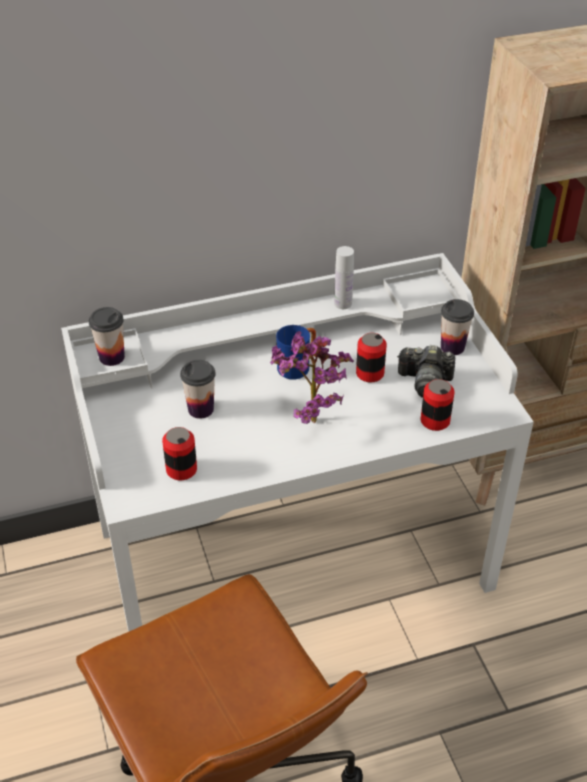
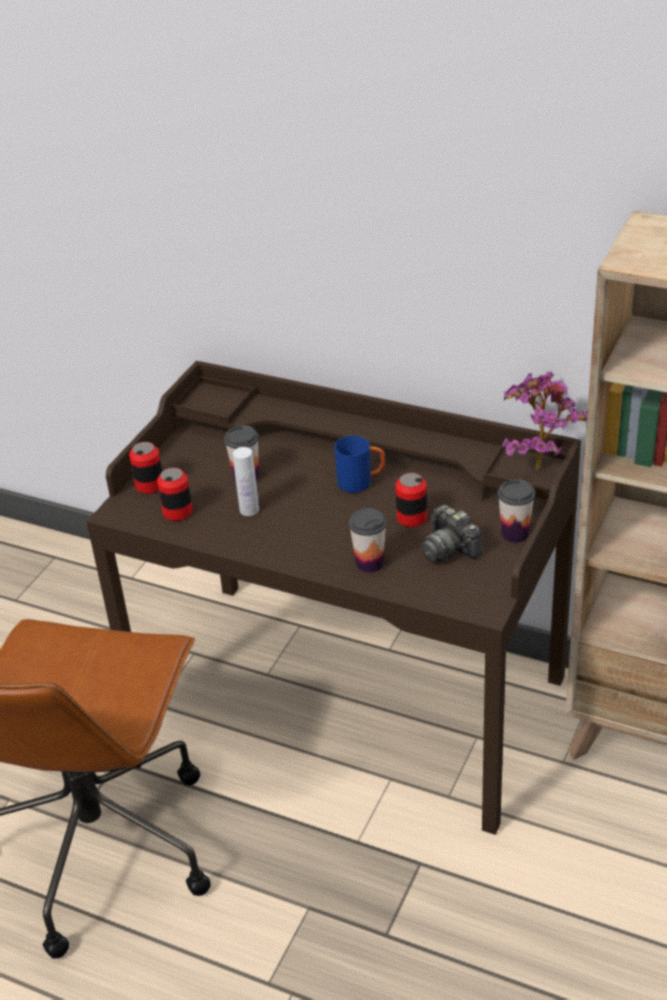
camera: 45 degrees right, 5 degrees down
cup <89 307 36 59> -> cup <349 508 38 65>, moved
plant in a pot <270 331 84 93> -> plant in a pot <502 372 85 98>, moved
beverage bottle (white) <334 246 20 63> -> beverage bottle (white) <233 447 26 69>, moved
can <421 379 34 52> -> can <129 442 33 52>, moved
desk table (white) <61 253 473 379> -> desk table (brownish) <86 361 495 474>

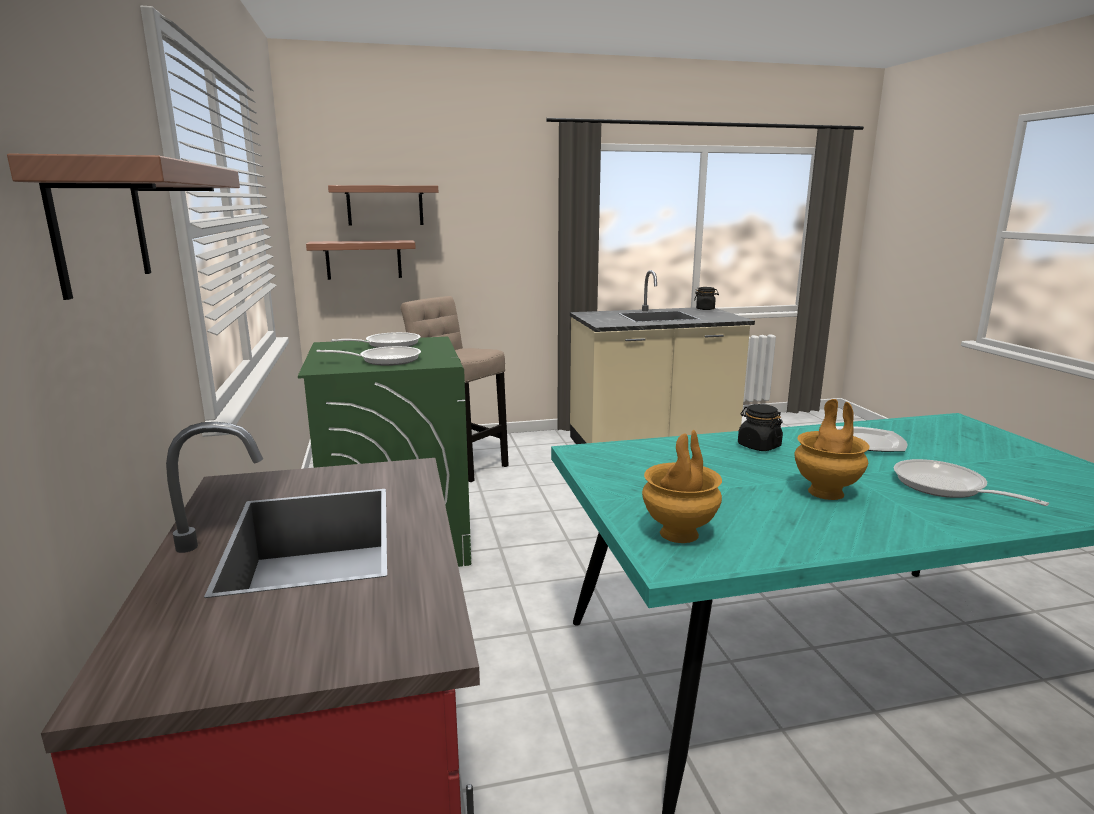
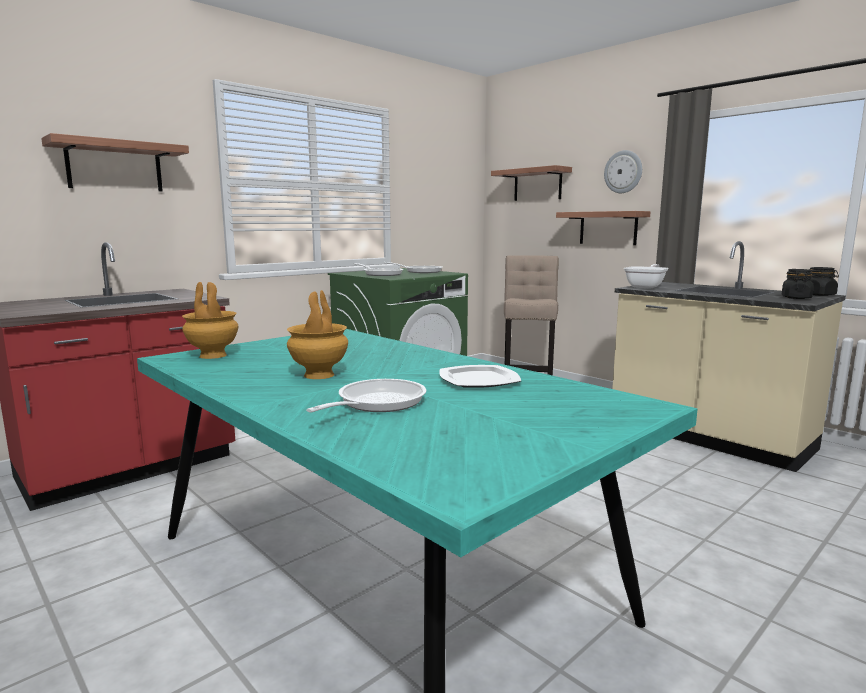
camera: 60 degrees right, 5 degrees down
none -> wall clock <604 150 38 43>
none -> pan <624 264 44 24>
bracket shelf <306 240 110 40> -> bracket shelf <556 211 94 34>, moved
jar (black-coloured) <738 404 45 47> -> jar (black-coloured) <782 269 31 30>, moved

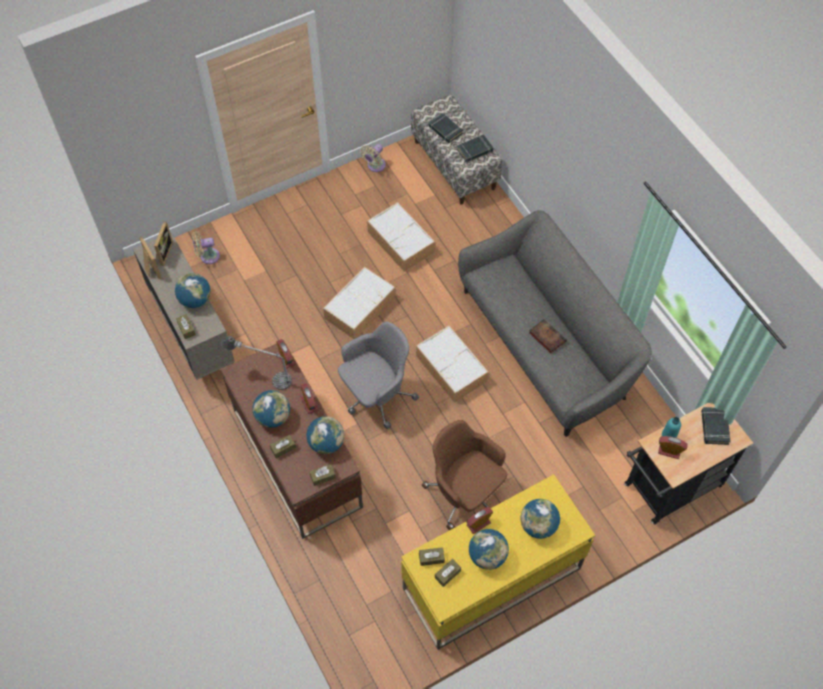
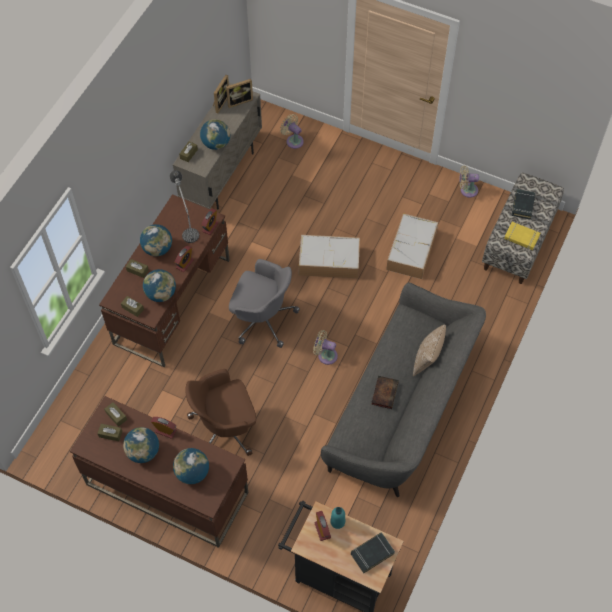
camera: 55 degrees right, 0 degrees up
none -> cushion <413 324 33 52>
storage box <416 326 73 77> -> electric fan (sand-coloured) <313 330 25 35>
desk table (yellowish) <401 474 194 176> -> desk table (brownish) <70 396 178 152>
volume (black-coloured) <457 135 36 27> -> volume (yellowish) <504 222 36 28>
desk chair (brownish) <422 420 85 110> -> desk chair (brownish) <185 369 71 87>, 120 degrees counterclockwise

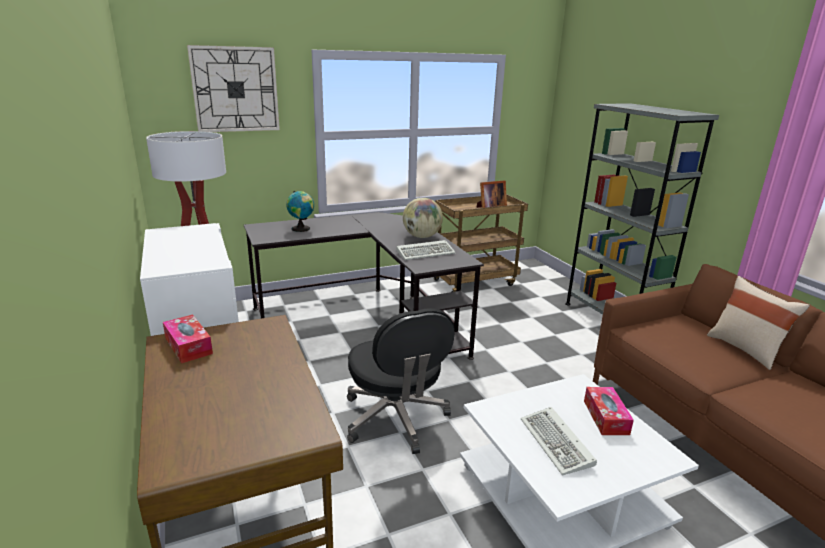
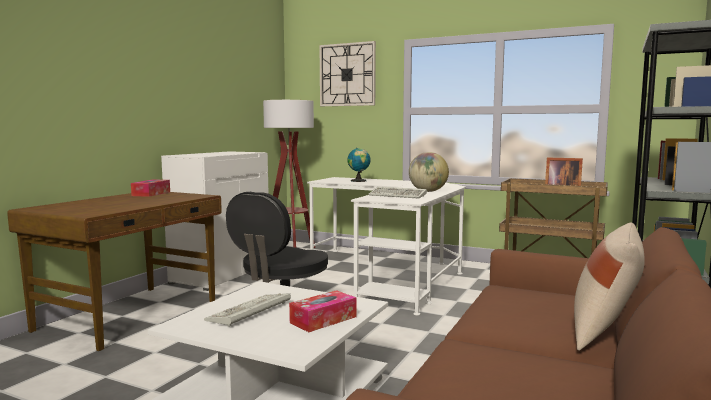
camera: 50 degrees right, 15 degrees down
desk table (black-coloured) <244 212 240 148> -> desk table (white) <307 177 159 138>

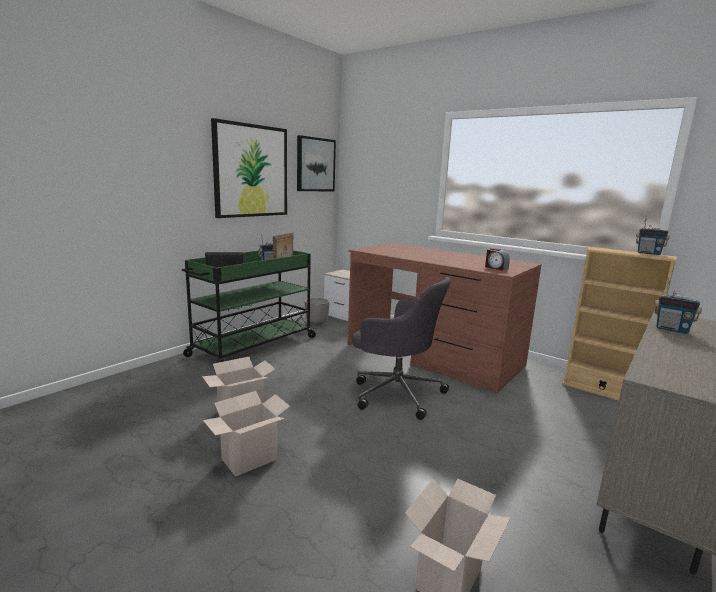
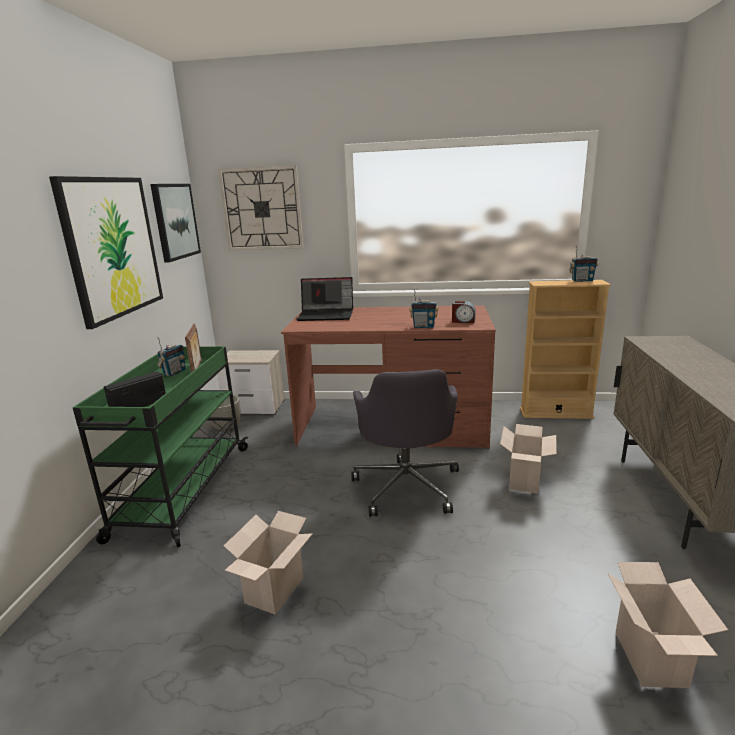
camera: 30 degrees left, 5 degrees up
none -> wall clock <218 166 86 84>
none -> laptop <296 277 57 44>
packing box <203 391 87 86> -> packing box <500 424 56 70>, moved
radio set <654 277 48 57> -> radio set <409 290 29 38>, moved
desk chair (greyish) <352 277 99 143> -> desk chair (greyish) <351 369 108 148>, 90 degrees clockwise

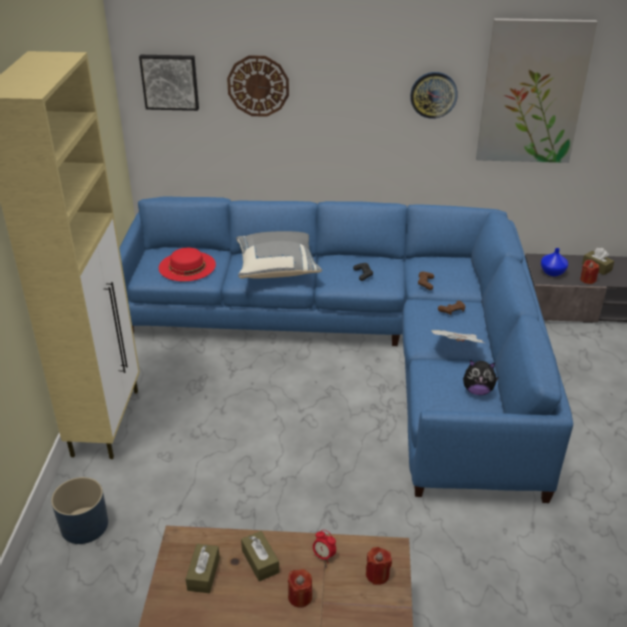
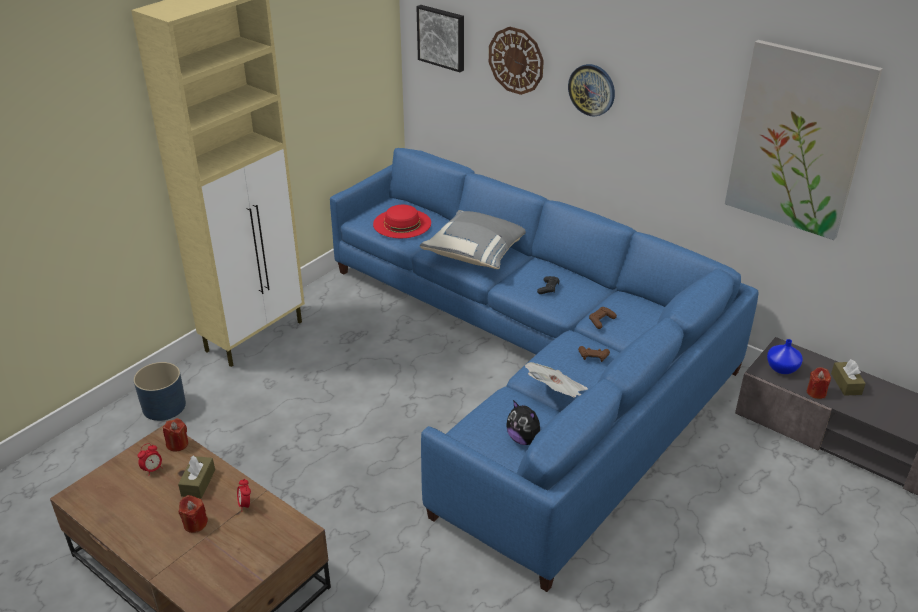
camera: 35 degrees right, 0 degrees up
candle (red) <366 547 26 38> -> candle (red) <163 418 25 34>, moved
wall clock <410 72 48 47> -> wall clock <568 64 47 52>, moved
box of tissues (brownish) <186 544 34 49> -> alarm clock <138 443 25 33>

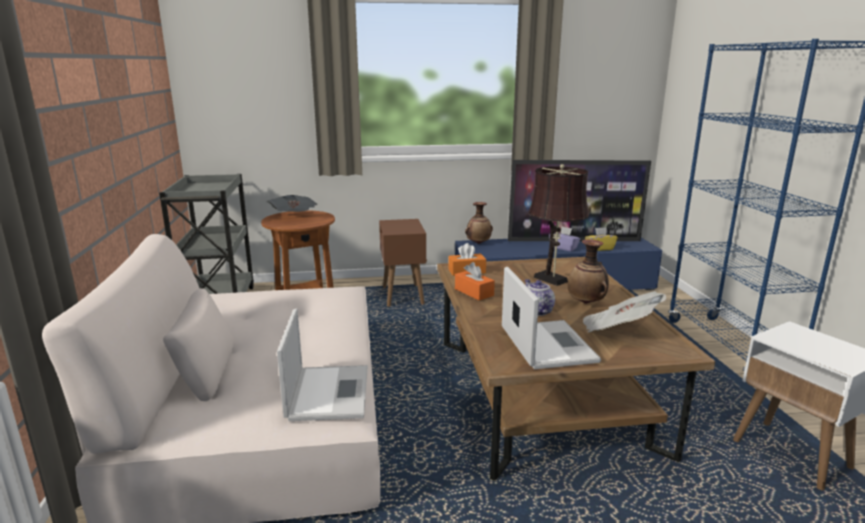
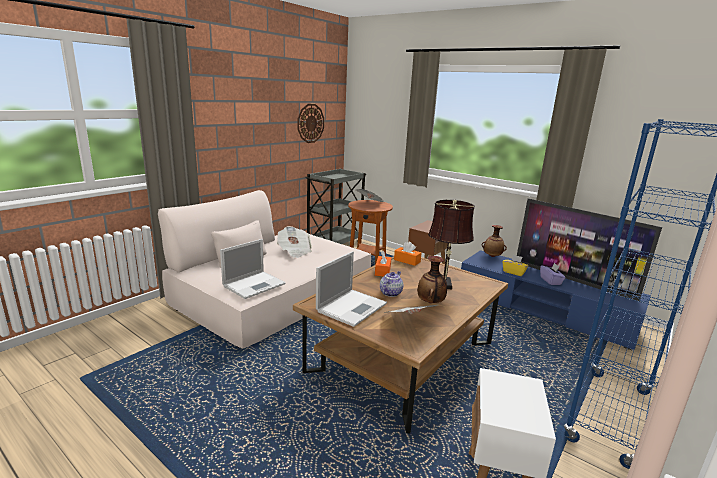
camera: 45 degrees right, 0 degrees up
none -> newspaper <277 226 35 32>
none -> wall clock <297 104 27 39>
box of tissues (yellowish) <585 227 33 24> -> box of tissues (yellowish) <503 255 25 21>, moved

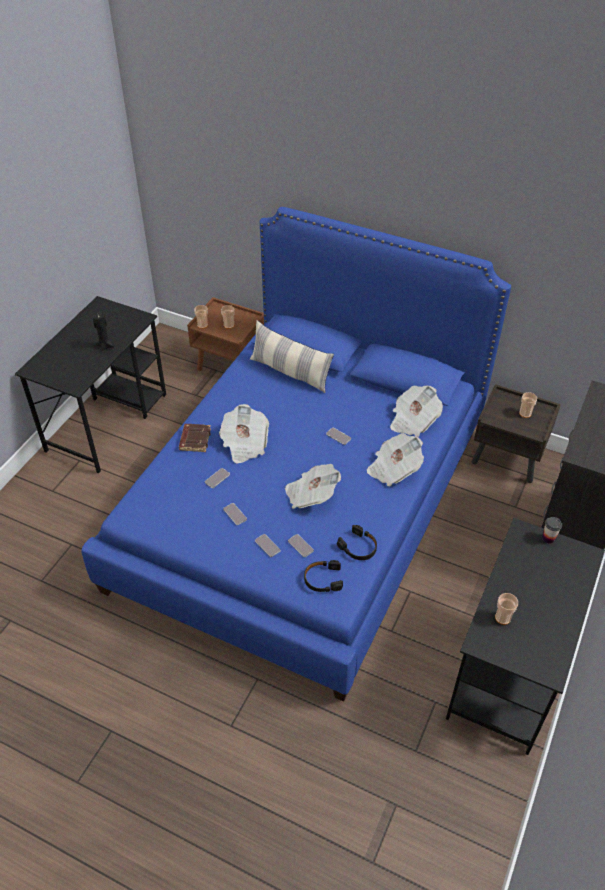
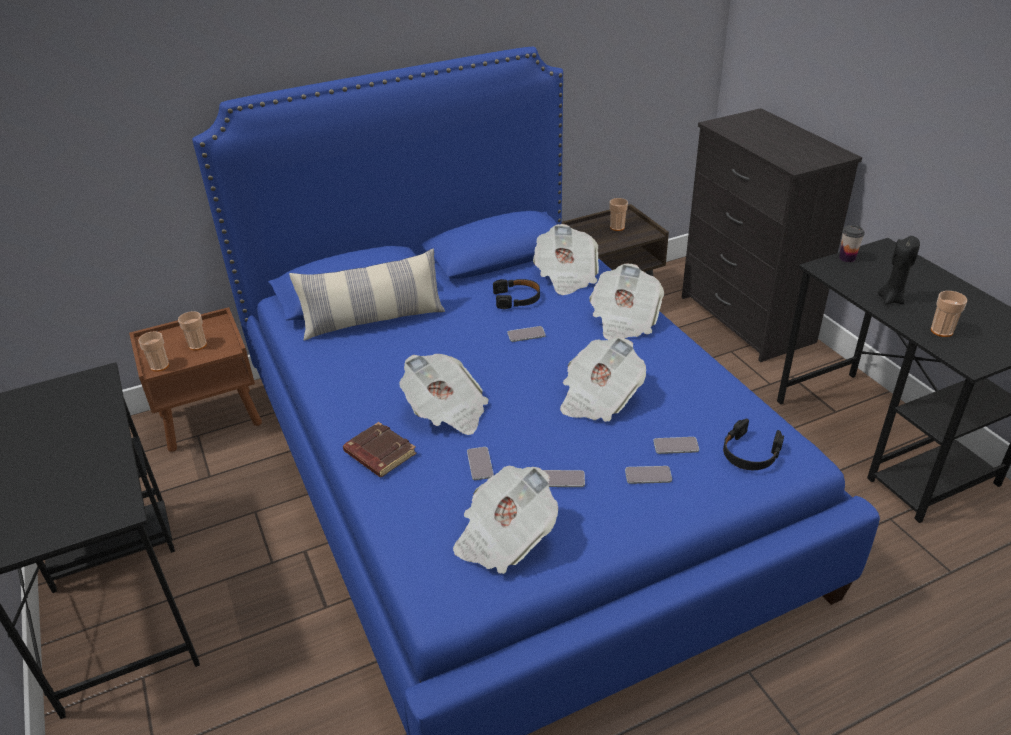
camera: 50 degrees left, 10 degrees down
none -> newspaper <453 465 105 109>
candle (black-coloured) <93 312 21 39> -> candle (black-coloured) <878 236 42 68>, moved
headphones (black-coloured) <337 525 40 35> -> headphones (black-coloured) <493 279 47 30>, moved

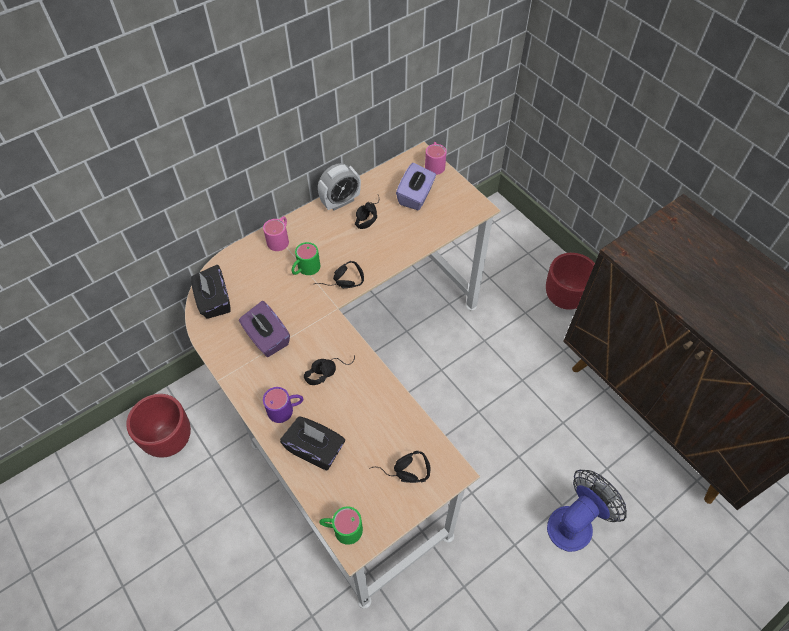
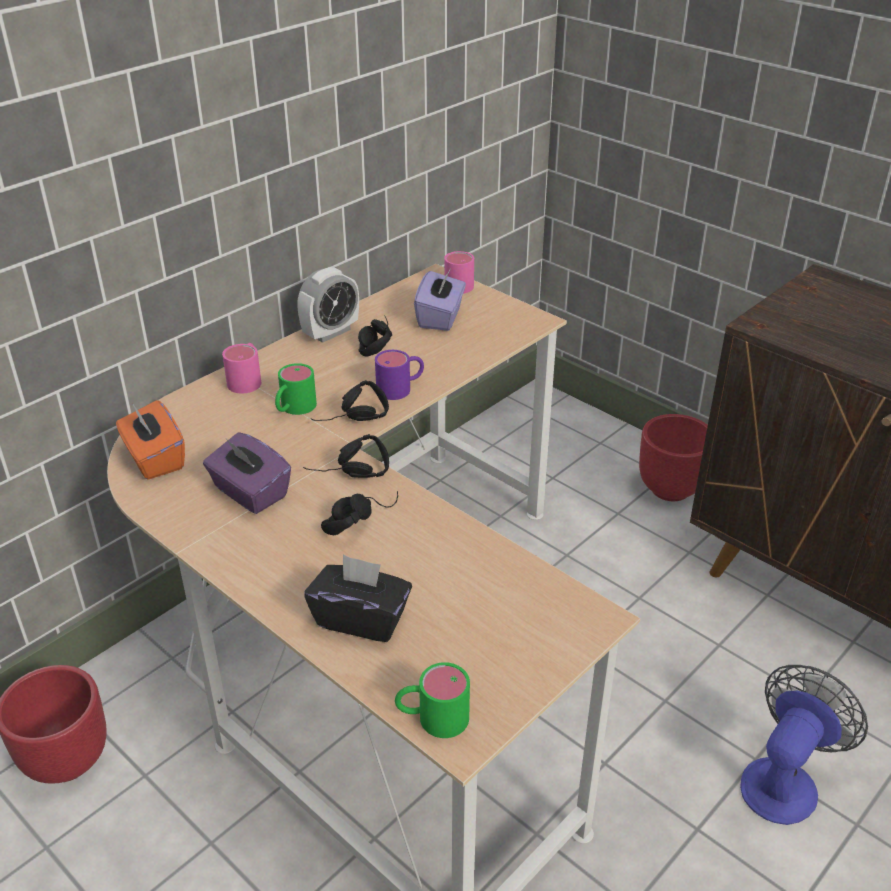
camera: 10 degrees left, 20 degrees down
coffee mug (purple-coloured) <263 387 40 36> -> coffee mug (purple-coloured) <375 350 49 50>, moved
headphones (black-coloured) <369 451 61 32> -> headphones (black-coloured) <303 434 86 44>, moved
box of tissues (black-coloured) <191 265 39 54> -> box of tissues (orangey) <116 400 69 80>

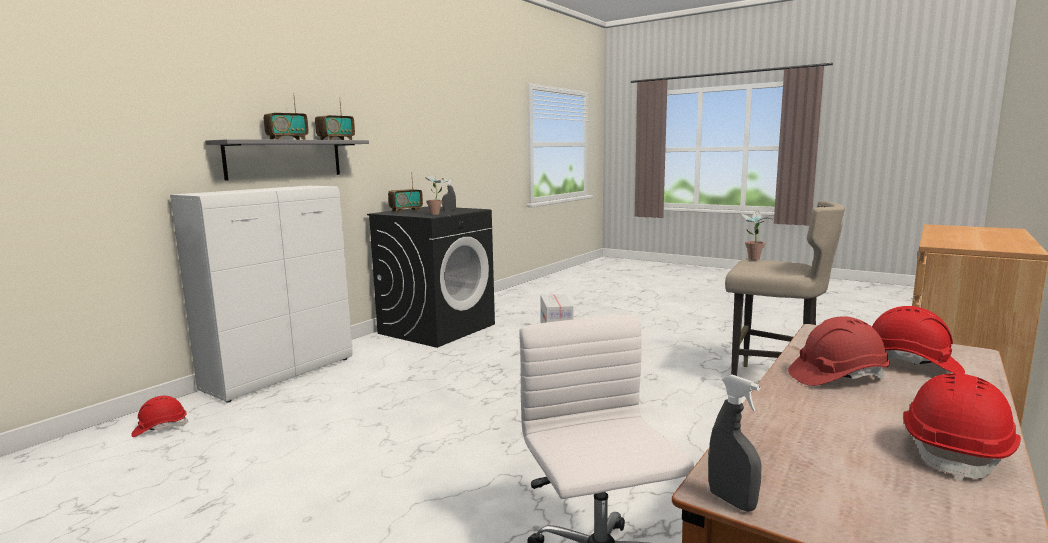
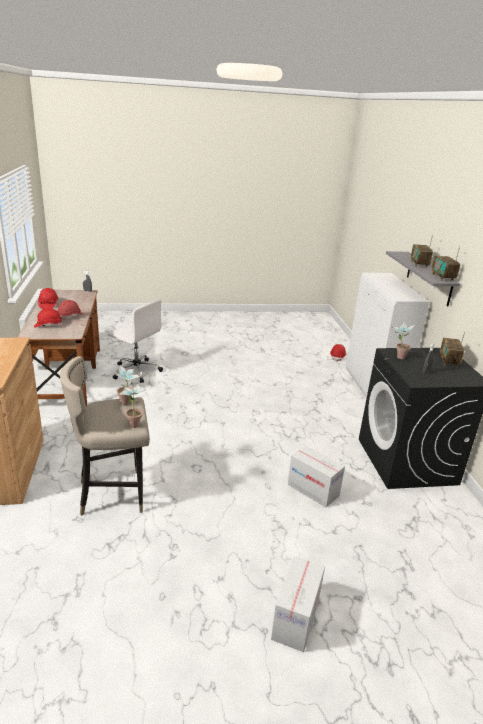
camera: 135 degrees right, 15 degrees up
none -> plant in a pot <115 365 25 40>
none -> packing box <271 556 54 96>

